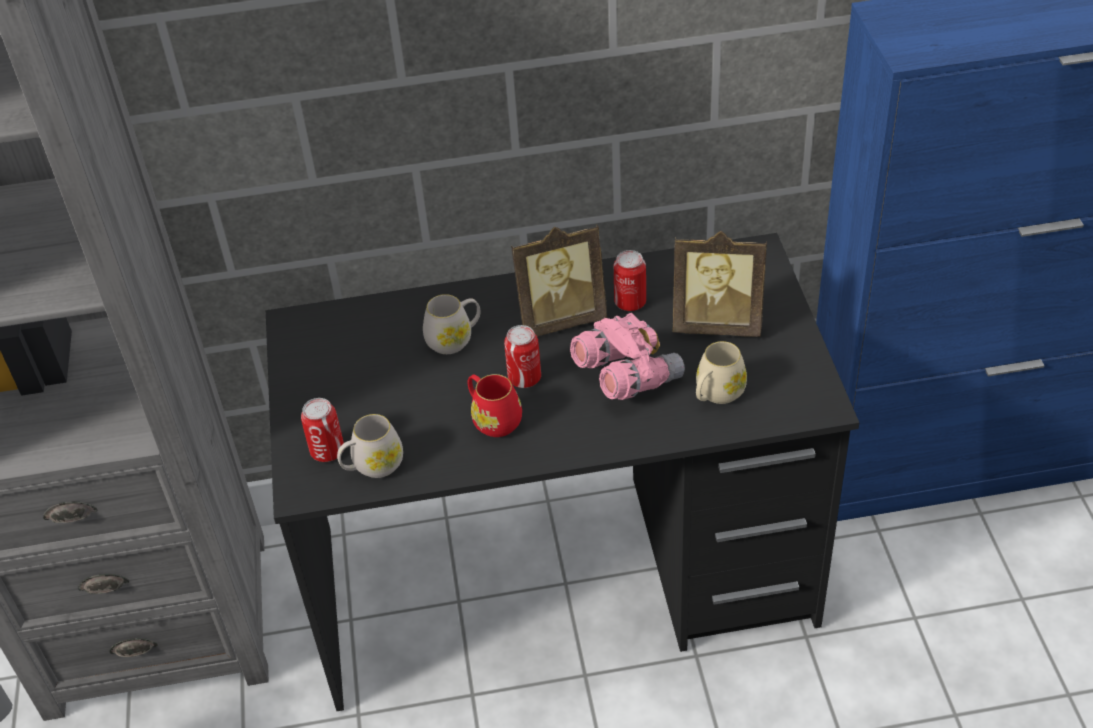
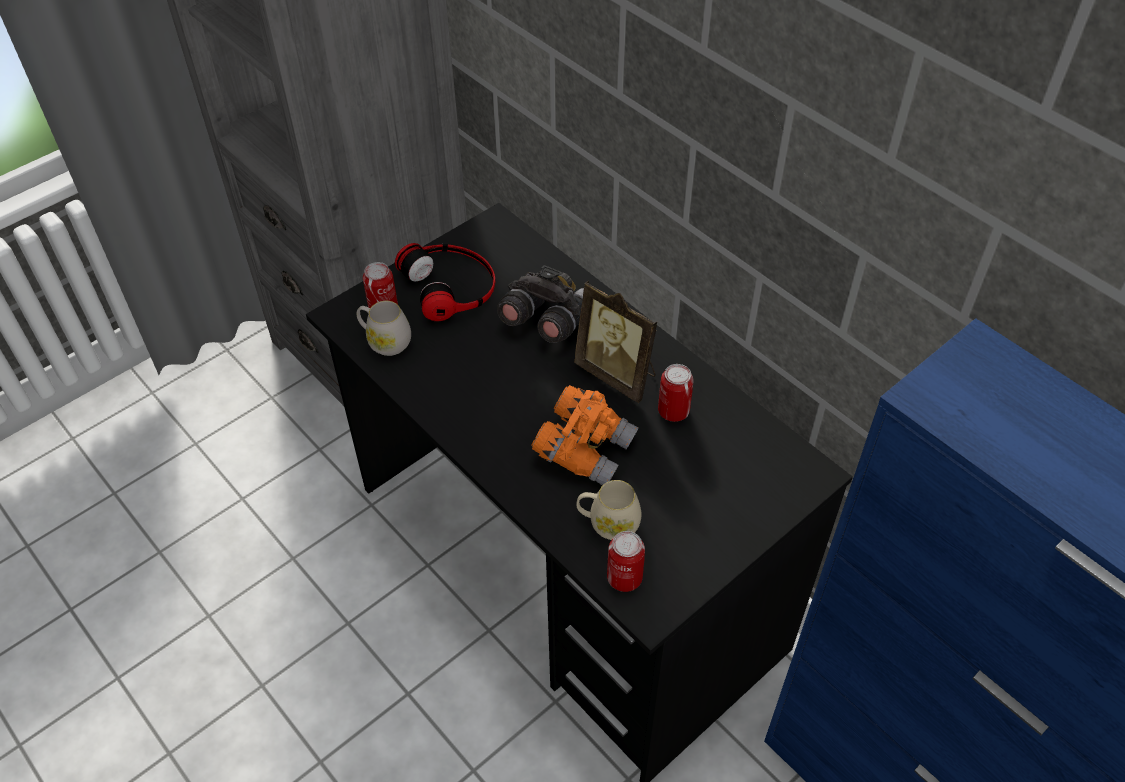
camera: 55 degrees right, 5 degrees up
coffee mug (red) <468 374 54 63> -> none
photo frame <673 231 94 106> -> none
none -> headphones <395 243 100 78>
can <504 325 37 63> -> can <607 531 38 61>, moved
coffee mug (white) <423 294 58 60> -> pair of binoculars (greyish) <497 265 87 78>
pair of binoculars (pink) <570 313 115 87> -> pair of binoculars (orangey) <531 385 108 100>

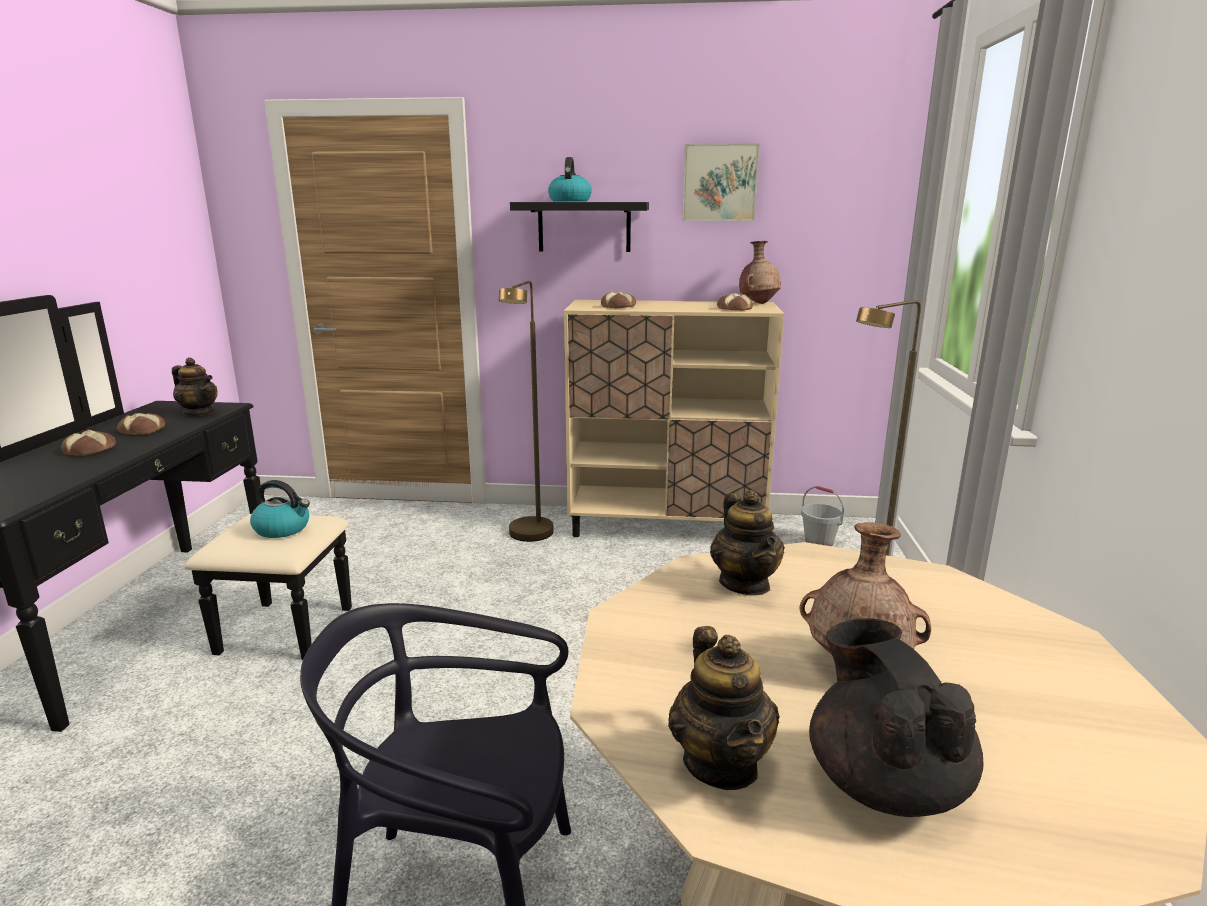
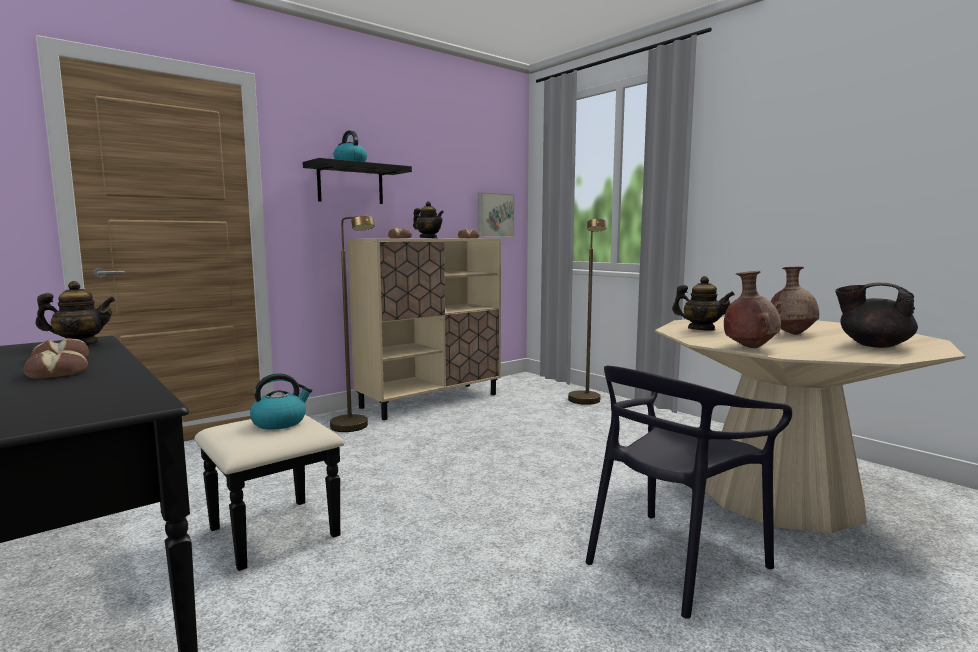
camera: 45 degrees left, 10 degrees down
pail (greyish) <801 486 43 60> -> none
pot for tea <668 626 112 164> -> pot for tea <413 201 31 37>, moved
wall art <682 143 78 78> -> wall art <478 192 36 46>, moved
flower vase (brownish) <739 241 42 63> -> flower vase (brownish) <724 271 57 77>, moved

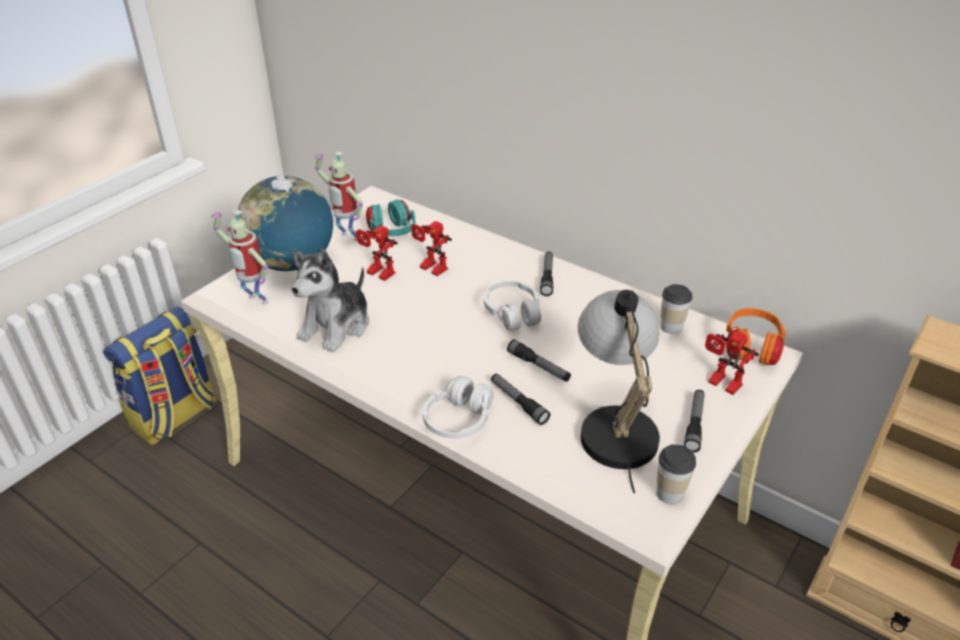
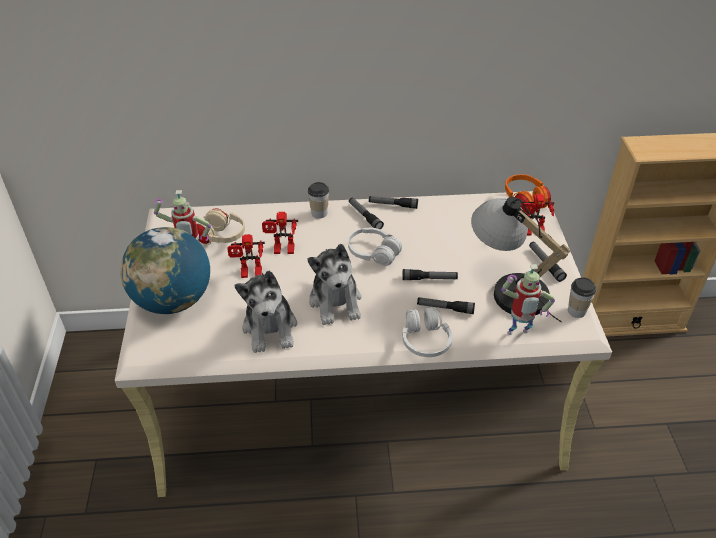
camera: 40 degrees left, 5 degrees up
knapsack <103 306 114 139> -> none
none -> cuddly toy <308 244 53 81>
none -> torch <369 196 49 13>
model robot <211 210 57 95> -> model robot <501 264 54 71>, moved
cup <660 284 32 50> -> cup <308 182 21 37>, moved
headphones (turquoise-coloured) <366 199 50 37> -> headphones (sand-coloured) <197 208 48 37>

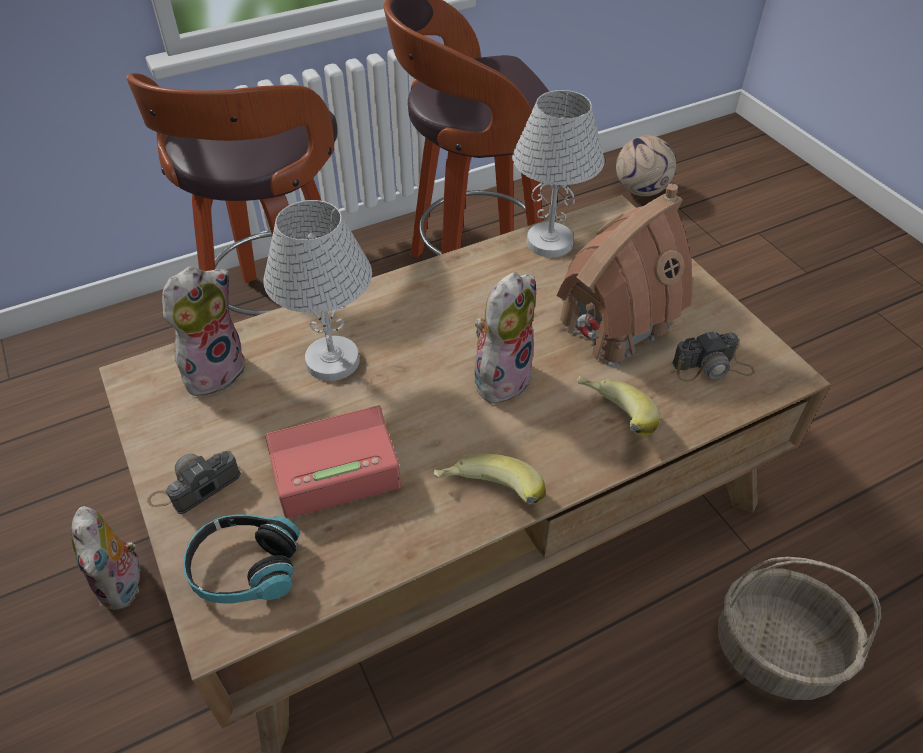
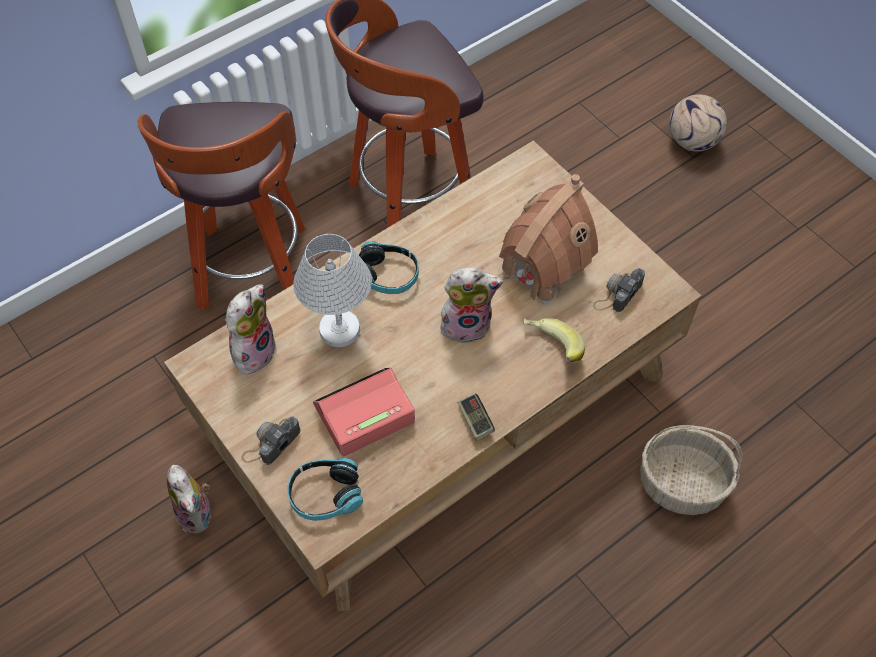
camera: 10 degrees left, 10 degrees up
tabletop lamp (white) <512 90 93 167> -> none
none -> headphones <359 241 60 53>
football ball <616 136 60 60> -> football ball <669 95 58 57>, moved
whole banana <433 454 113 51> -> gamepad <458 393 37 47>
cuddly toy <475 272 61 132> -> cuddly toy <440 268 63 76>, 60 degrees clockwise
still camera <672 331 83 51> -> still camera <593 268 52 44>, 150 degrees clockwise

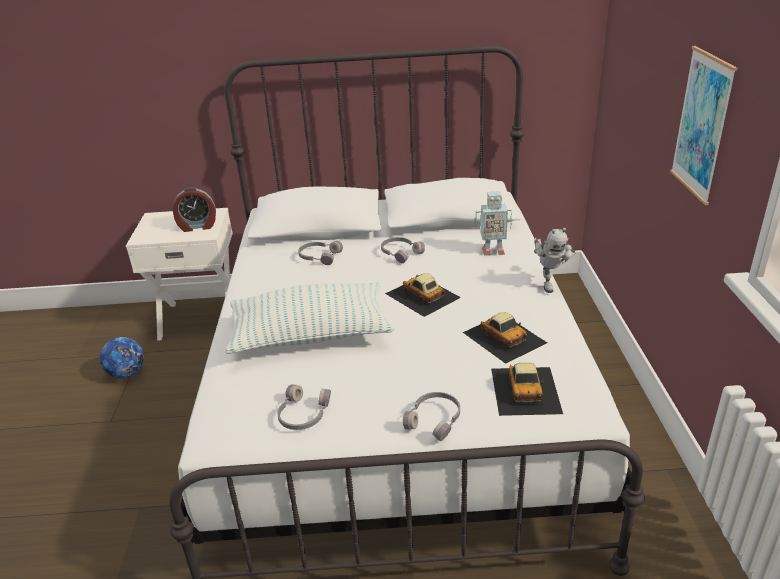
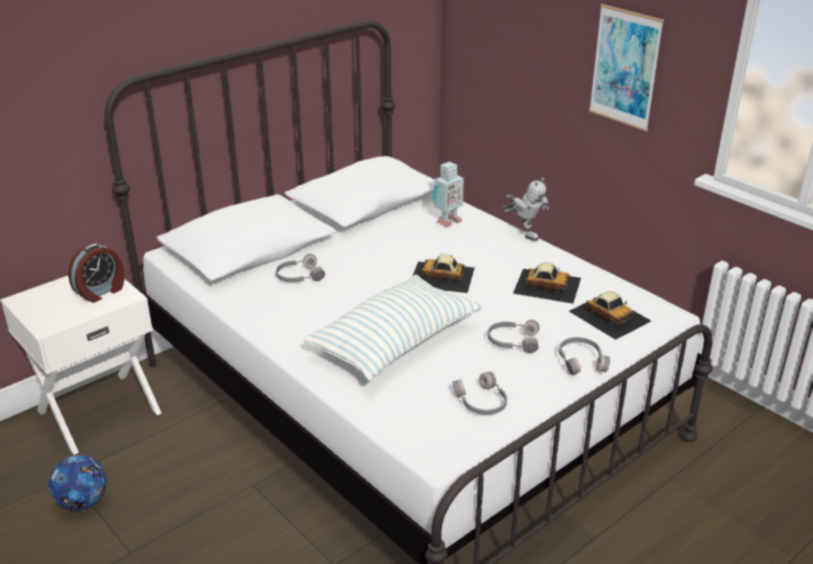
camera: 40 degrees left, 0 degrees up
headphones (greyish) <381 237 44 26> -> headphones (greyish) <488 320 52 33>, moved

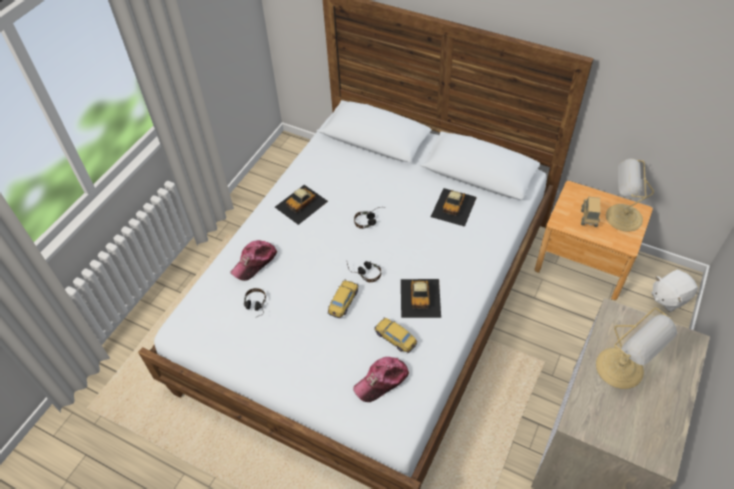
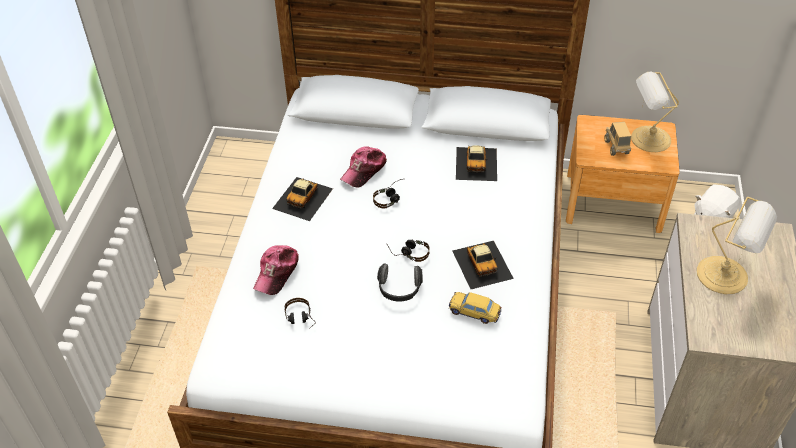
camera: 20 degrees left, 5 degrees down
cap <353 357 56 45> -> cap <340 146 47 41>, moved
miniature car <327 280 32 38> -> headphones <377 263 46 39>

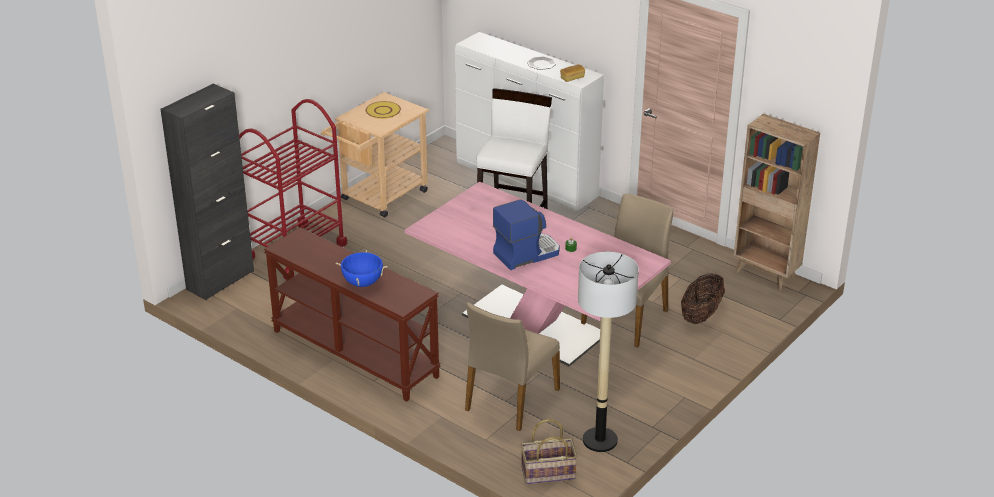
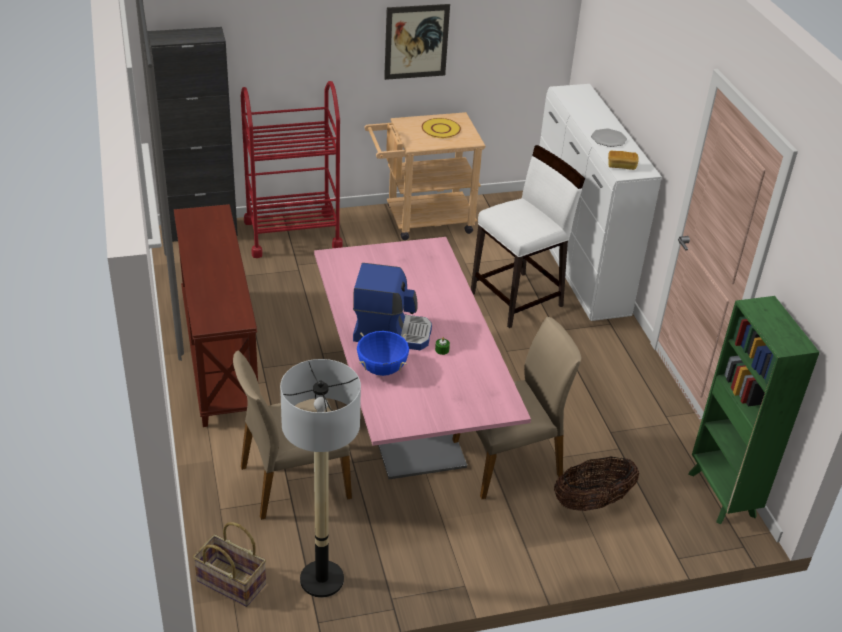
camera: 35 degrees right, 5 degrees up
none -> wall art <384 4 66 76>
cooking pot (blue-coloured) <336 250 52 37> -> cooking pot (blue-coloured) <357 331 52 45>, moved
bookcase (brownish) <734 114 86 176> -> bookcase (green) <688 296 132 228>

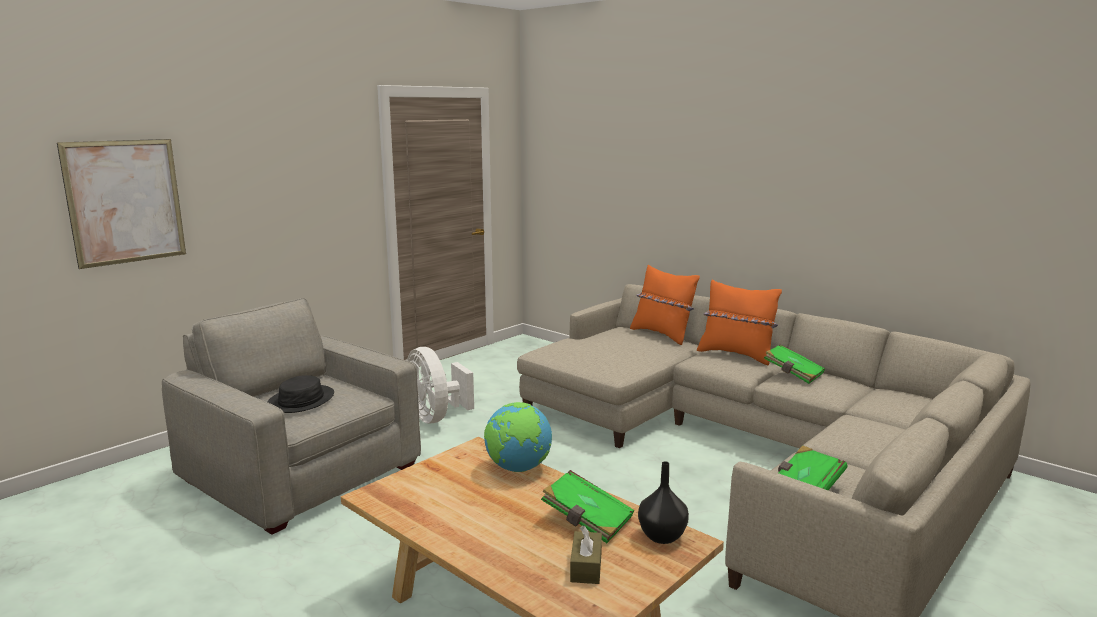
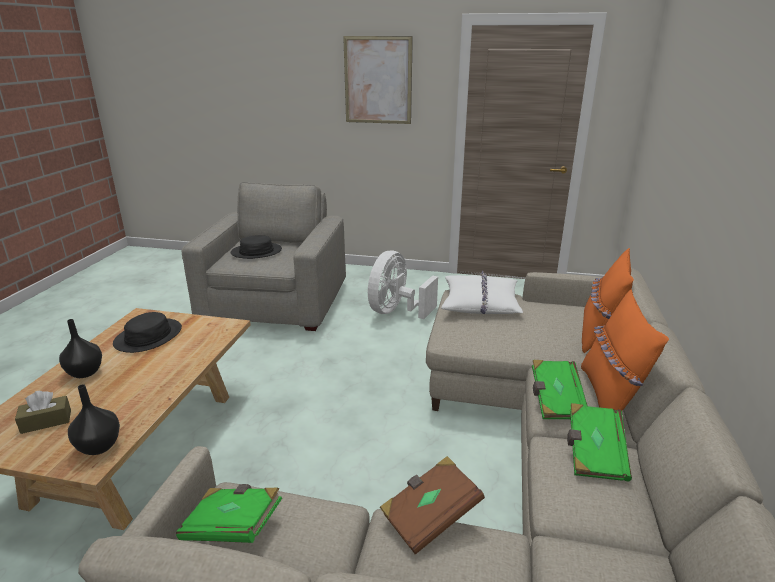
camera: 60 degrees right, 10 degrees up
desk globe <484 402 68 70> -> none
none -> flower vase (black-coloured) <59 319 43 59>
none -> wearable hat (black-coloured) <113 312 69 41>
none -> volume (brownish) <380 456 105 99>
none -> cushion (white) <441 271 82 43>
wall art <57 139 129 130> -> wall art <343 36 70 88>, moved
volume (green) <541 470 93 73> -> volume (green) <532 360 55 59>, moved

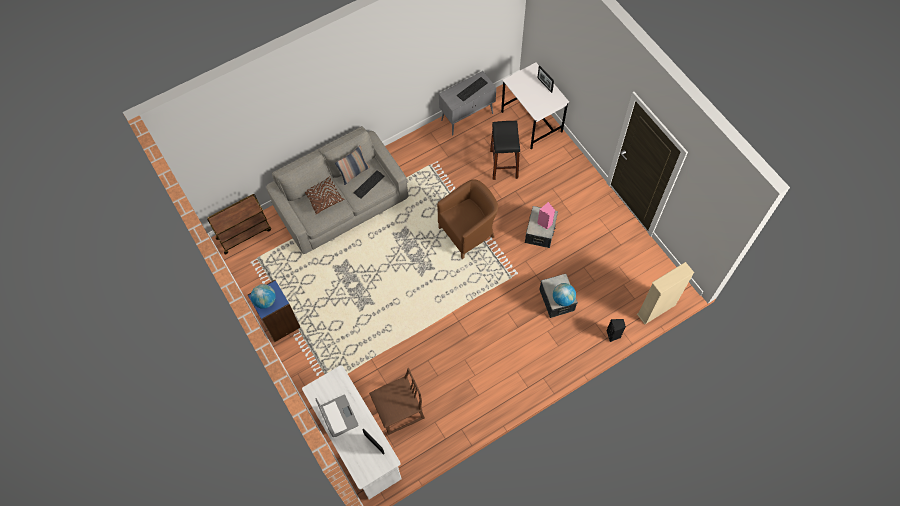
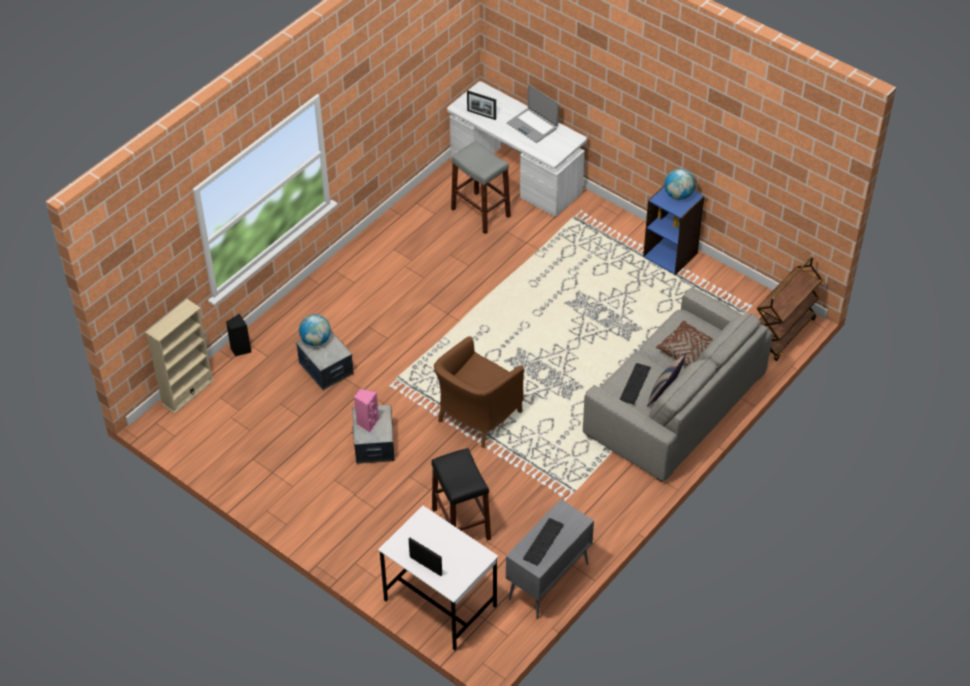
camera: 160 degrees right, 15 degrees down
upright chair (brownish) <369 368 56 67> -> stool (greyish) <451 141 60 93>

